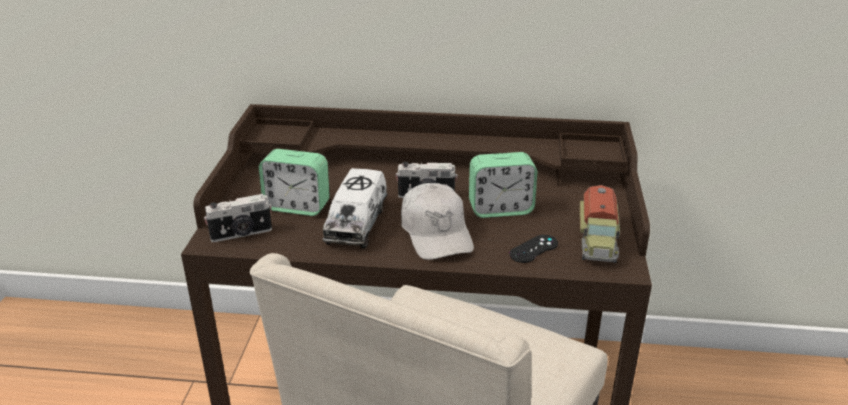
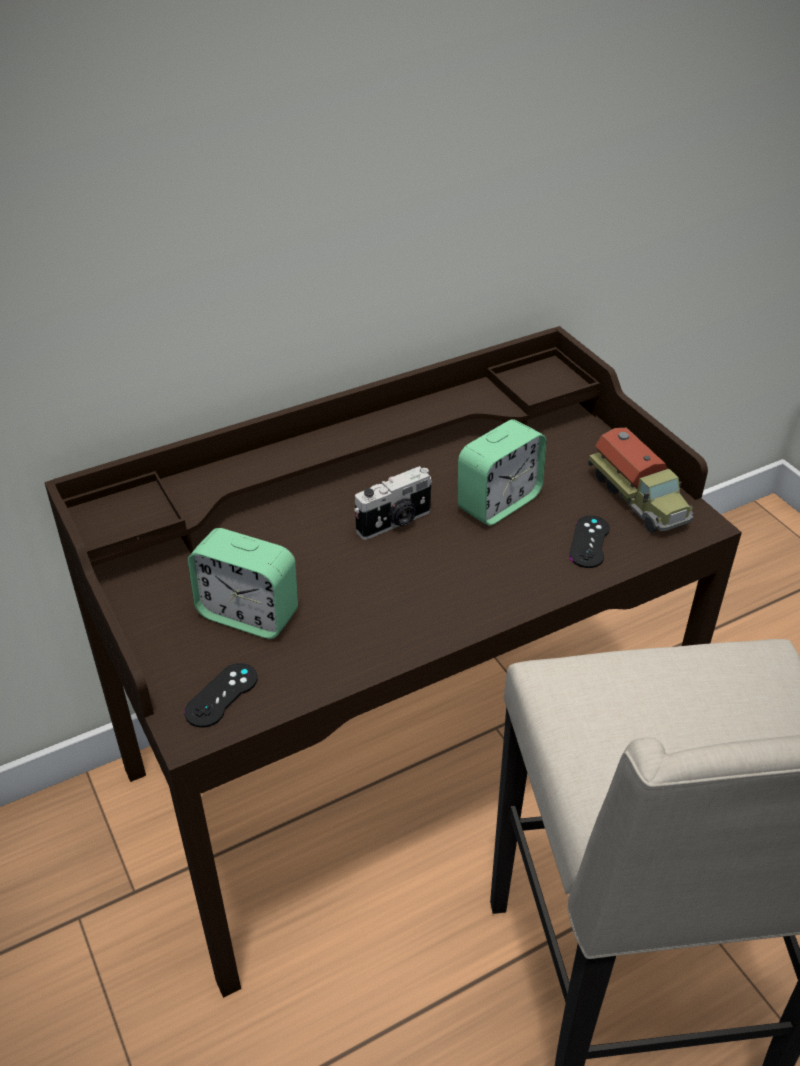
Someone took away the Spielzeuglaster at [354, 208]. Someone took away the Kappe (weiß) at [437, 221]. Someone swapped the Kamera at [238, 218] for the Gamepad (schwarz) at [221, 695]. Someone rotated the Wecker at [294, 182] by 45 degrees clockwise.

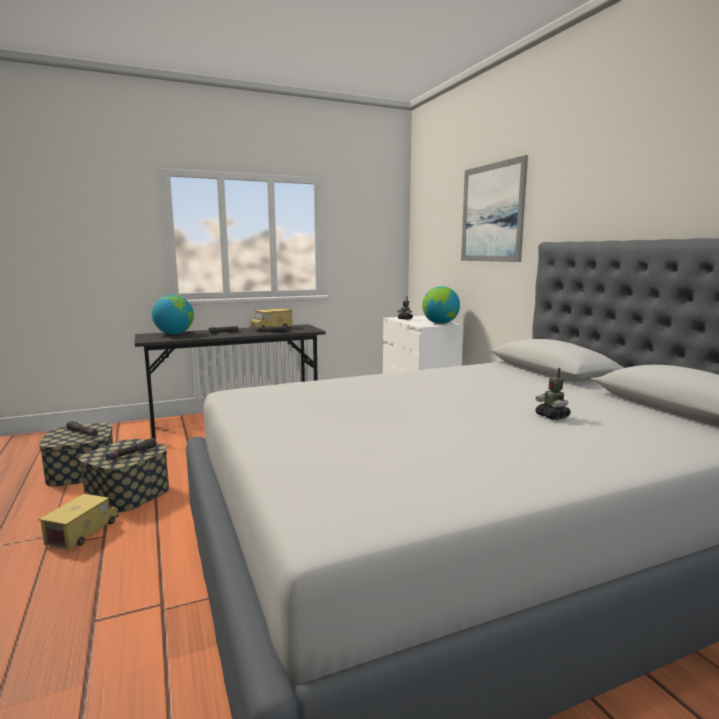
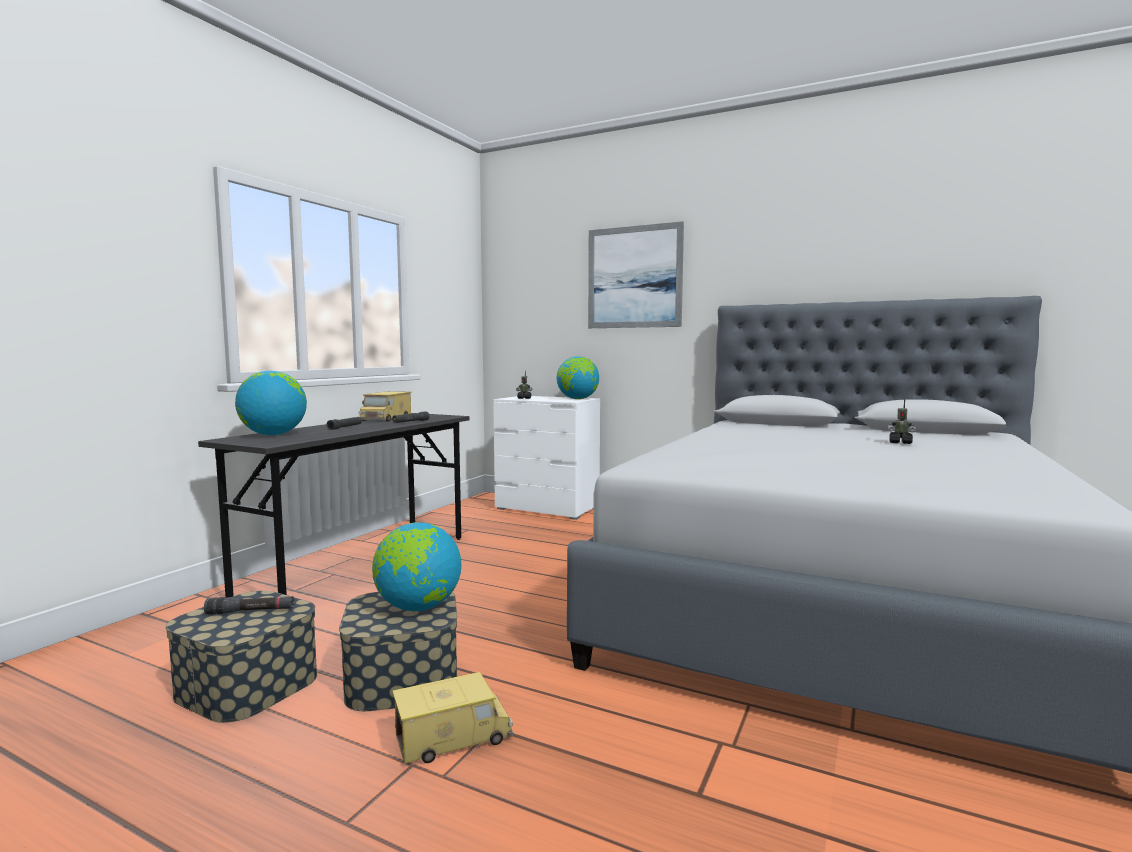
Someone swapped the Taschenlampe (schwarz) at [131, 449] for the Globus at [416, 566]. Someone rotated the Spielzeuglaster at [78, 522] by 90 degrees clockwise.

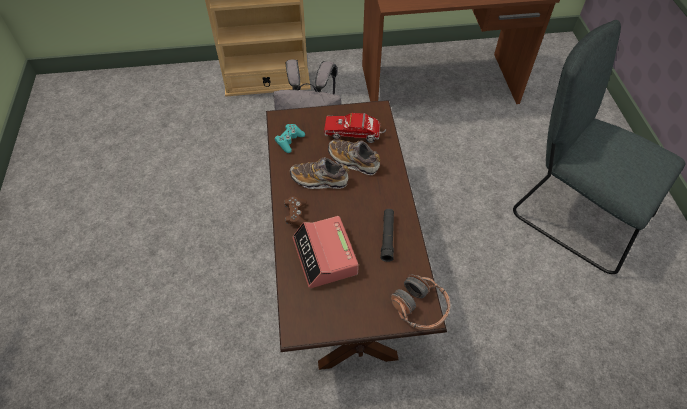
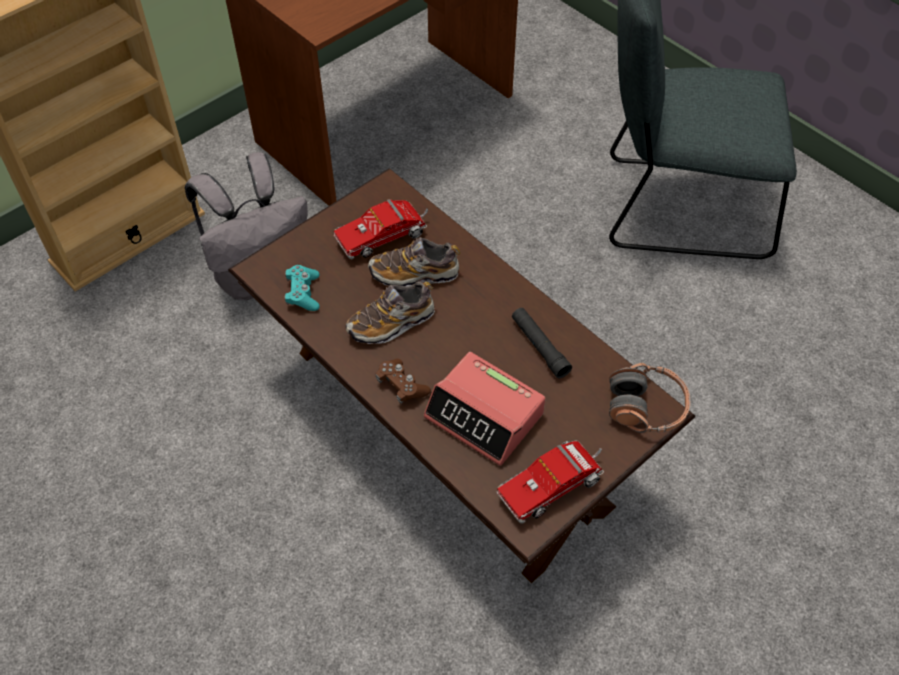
Someone put down the Spielzeuglaster at [550, 482].

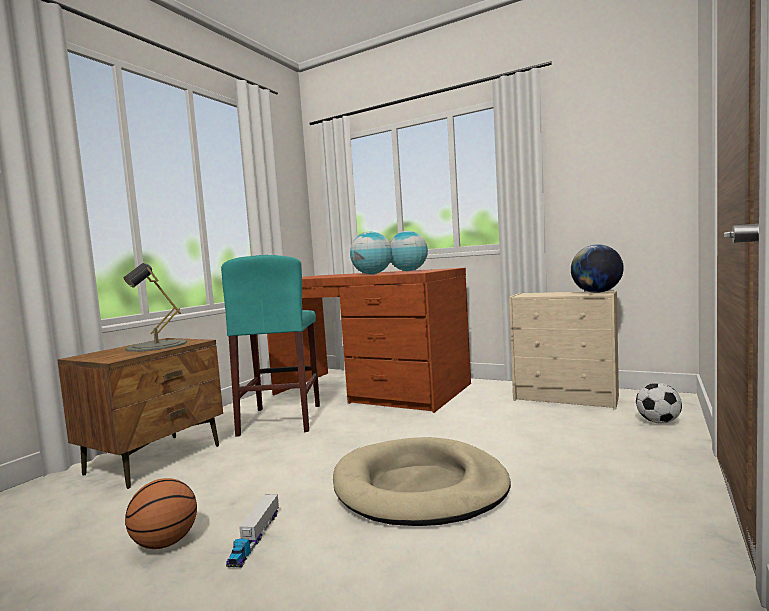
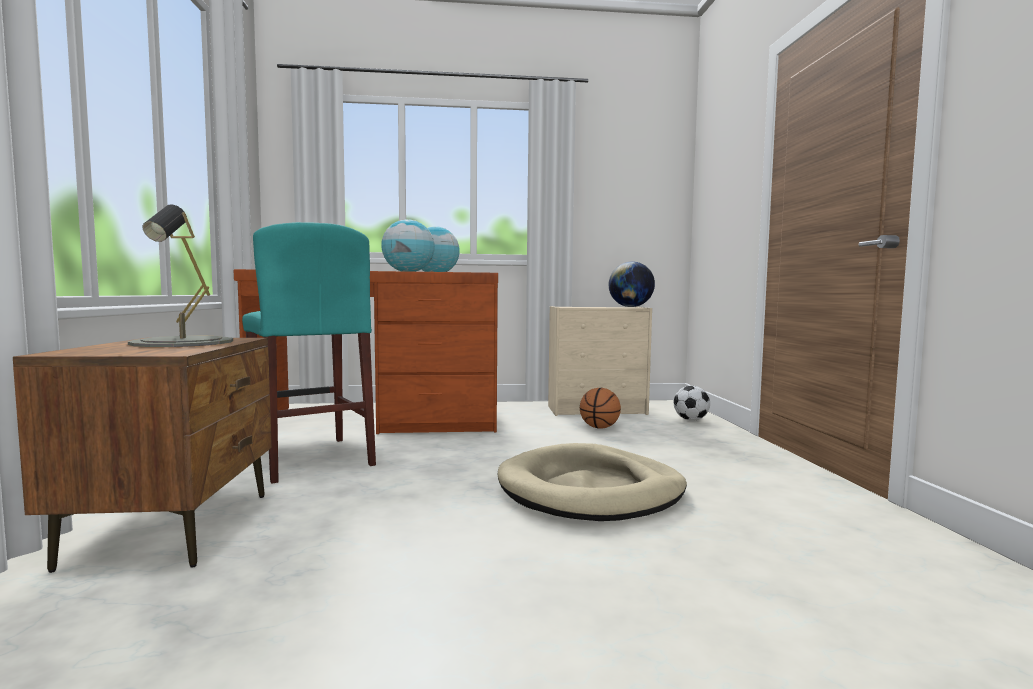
Someone took away the Spielzeuglaster at [252, 531]. Someone carried the Basketball from [161, 513] to [600, 408].

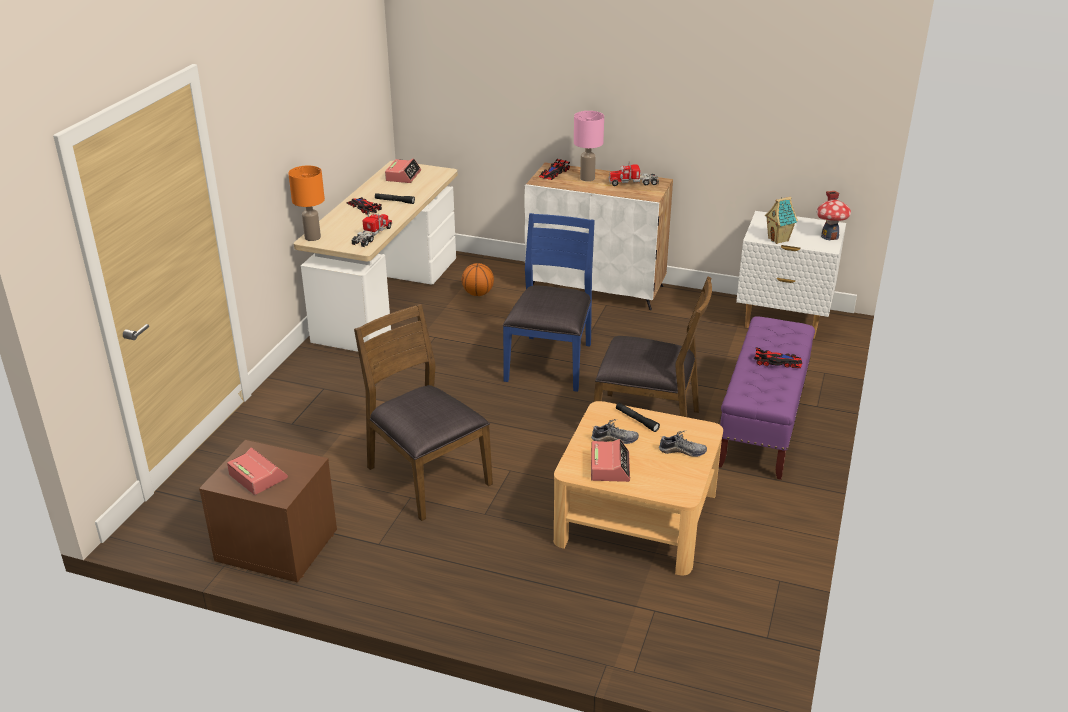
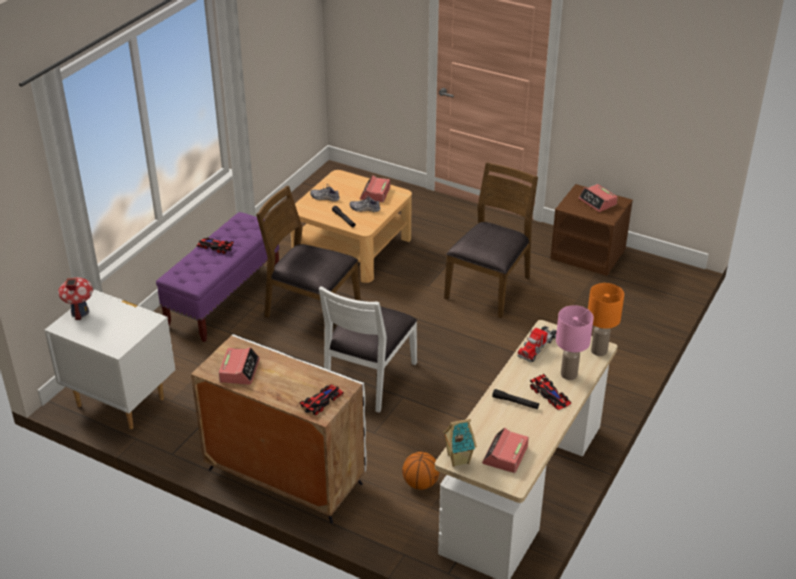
Someone carried the Tischlampe (rosa) from [589, 146] to [575, 342]. Someone carried the Spielzeughaus from [781, 220] to [460, 443]. Someone swapped the Spielzeuglaster at [633, 175] for the Wecker at [239, 366]. Someone repainted the Stuhl (blau) at [549, 302], which became the Stuhl (weiß) at [368, 349]. Someone rotated the Stuhl (braun) at [423, 412] by 120 degrees counterclockwise.

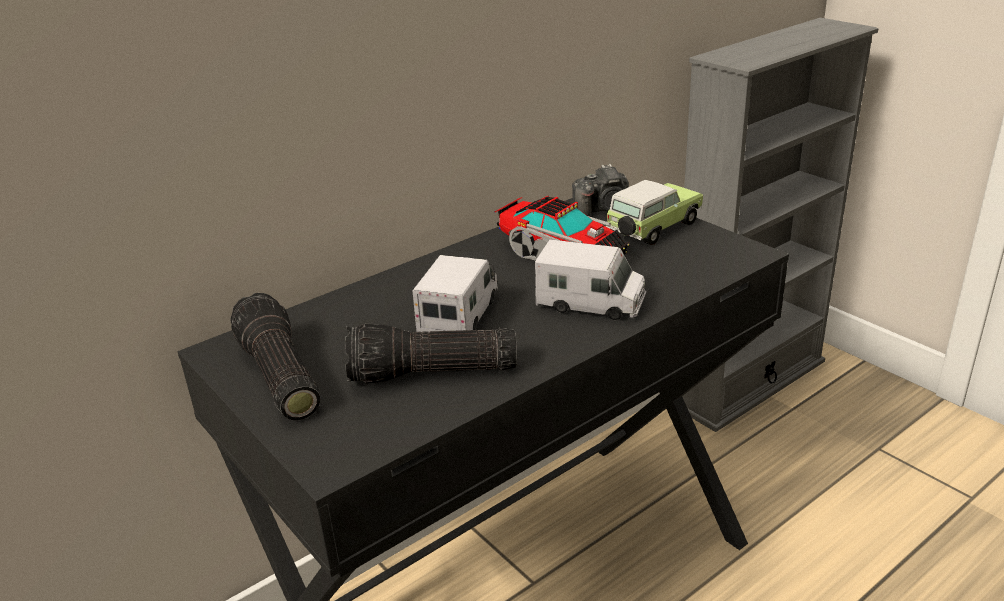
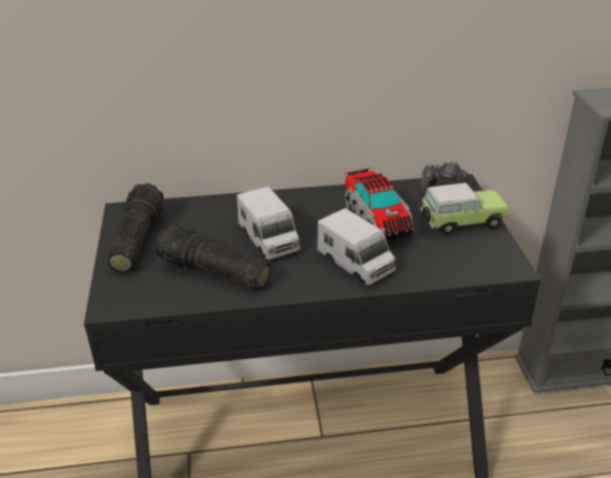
Someone rotated the Spielzeuglaster at [455, 293] by 105 degrees clockwise.

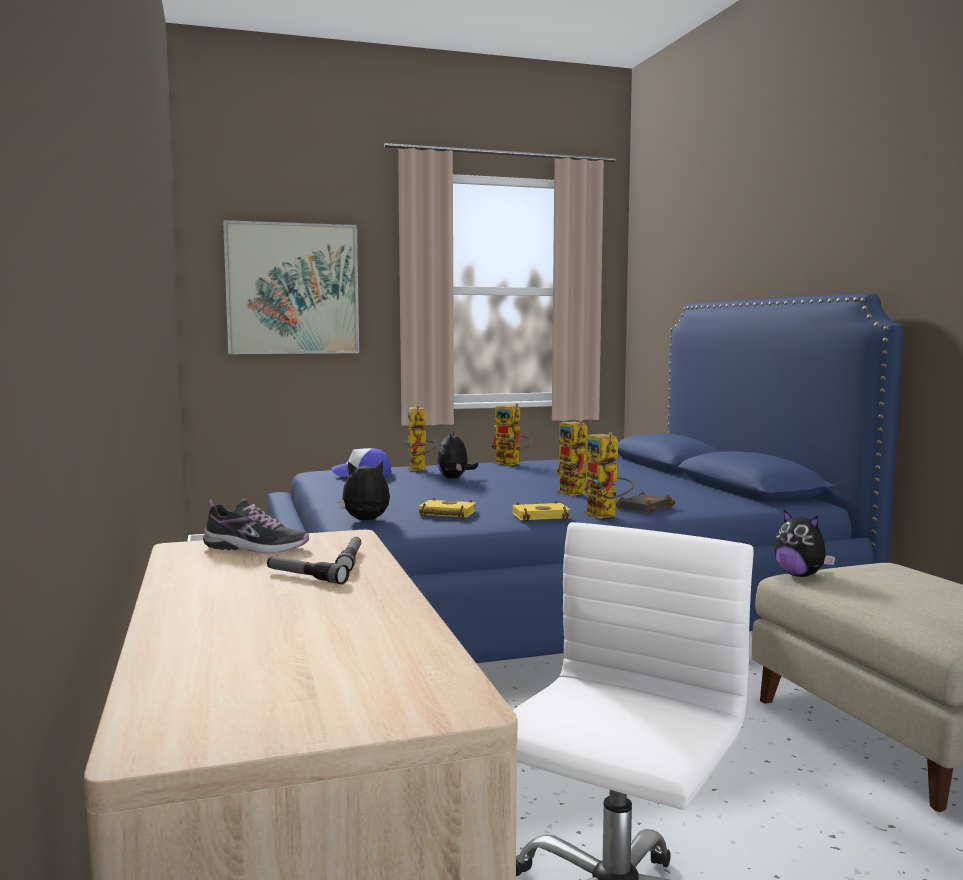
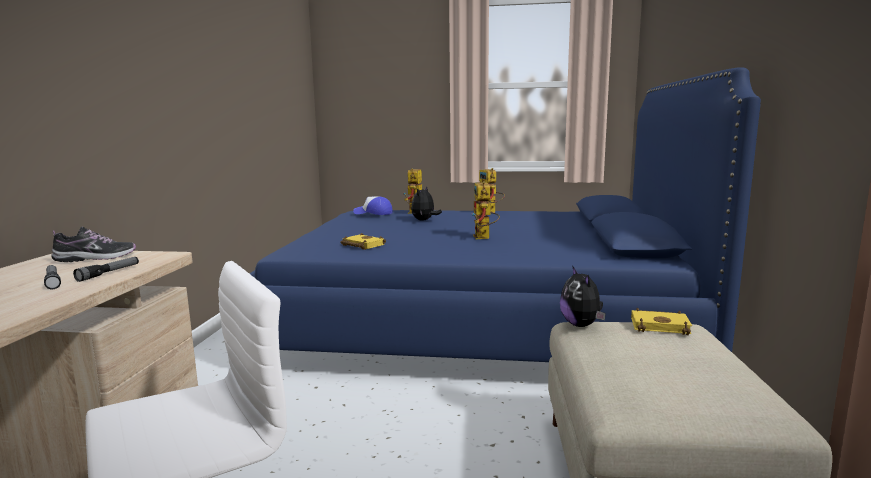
Someone took away the Bild at [291, 287]. Someone took away the Plüschtier at [364, 490]. Someone took away the Spielzeugroboter at [608, 475]. Someone took away the Buch (schwarz) at [646, 503]. Someone carried the Buch (gelb) from [541, 511] to [661, 321]. Someone rotated the Schuh at [256, 526] by 60 degrees counterclockwise.

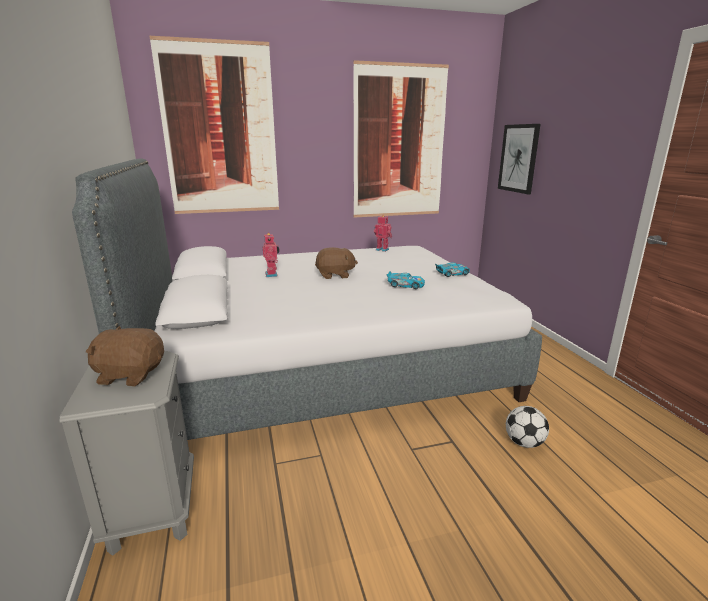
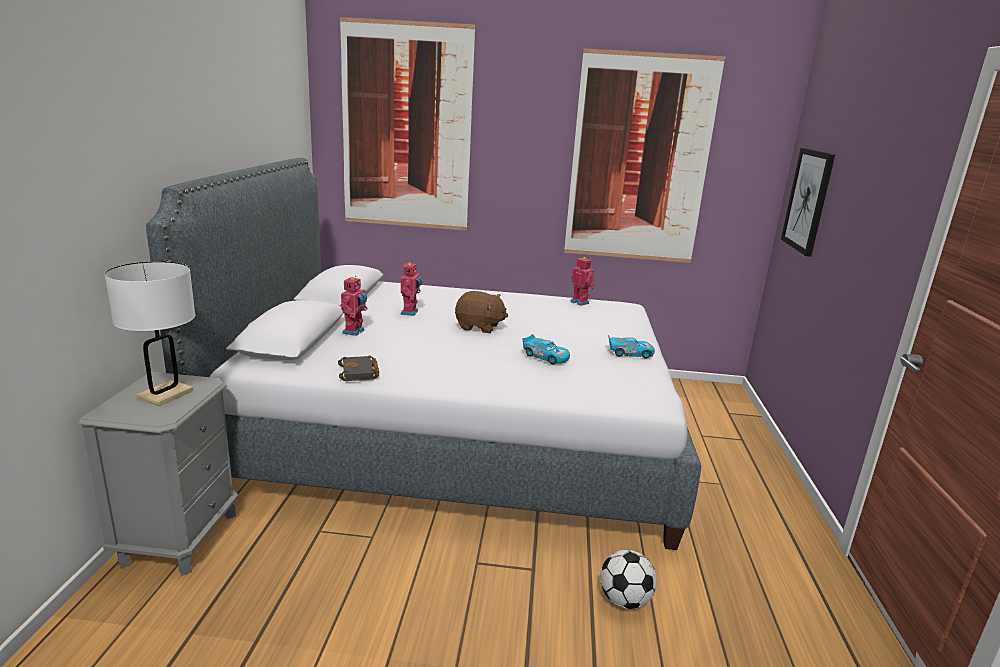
Someone put down the Buch (schwarz) at [358, 368]. Someone put down the Spielzeugroboter at [354, 306]. Someone swapped the Plüschtier (braun) at [125, 356] for the Tischlampe (weiß) at [150, 333].

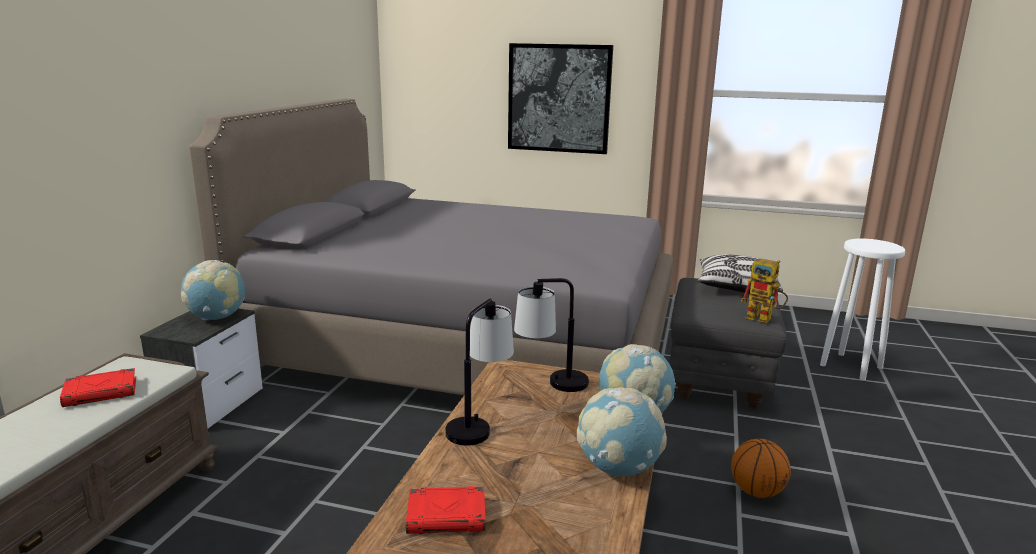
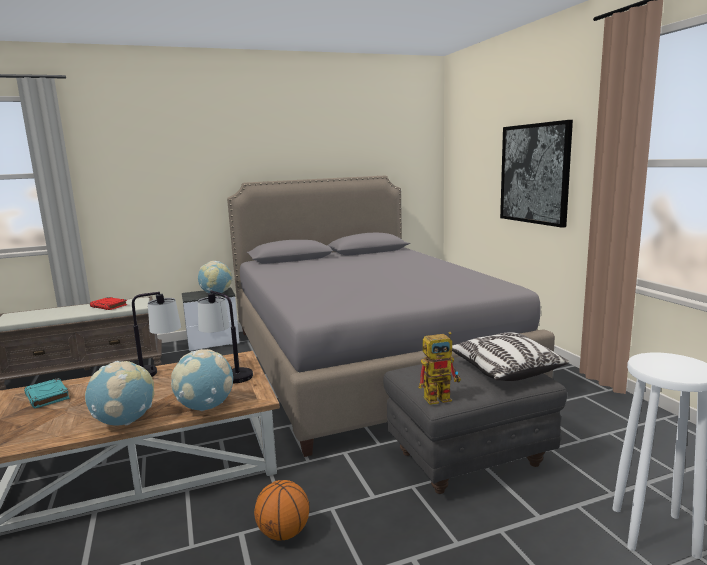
Someone repainted the Buch (rot) at [446, 510], which became the Buch (türkis) at [47, 393]. Someone rotated the Spielzeugroboter at [764, 290] by 105 degrees counterclockwise.

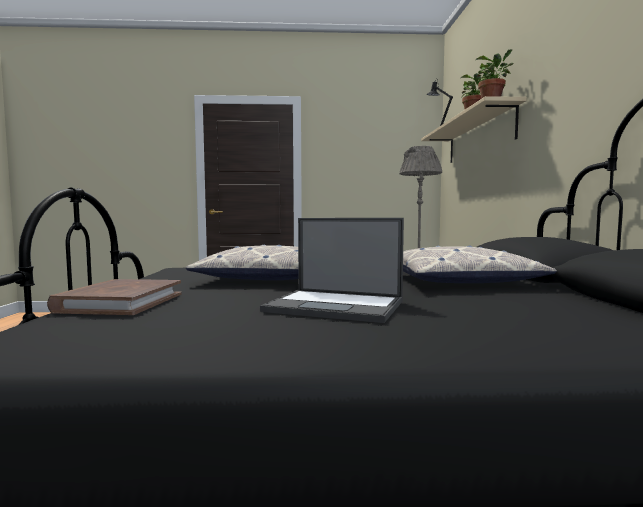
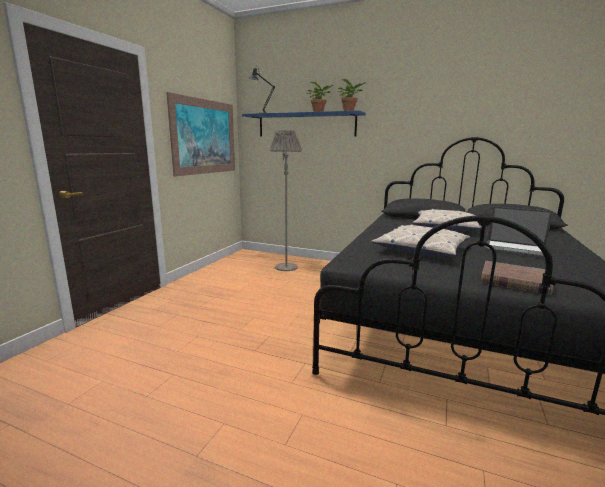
Someone put up the Bild at [200, 134]. Someone repainted the Wandregal (beige) at [474, 129], which became the Wandregal (blau) at [304, 123]. Someone rotated the Laptop at [332, 270] by 75 degrees clockwise.

